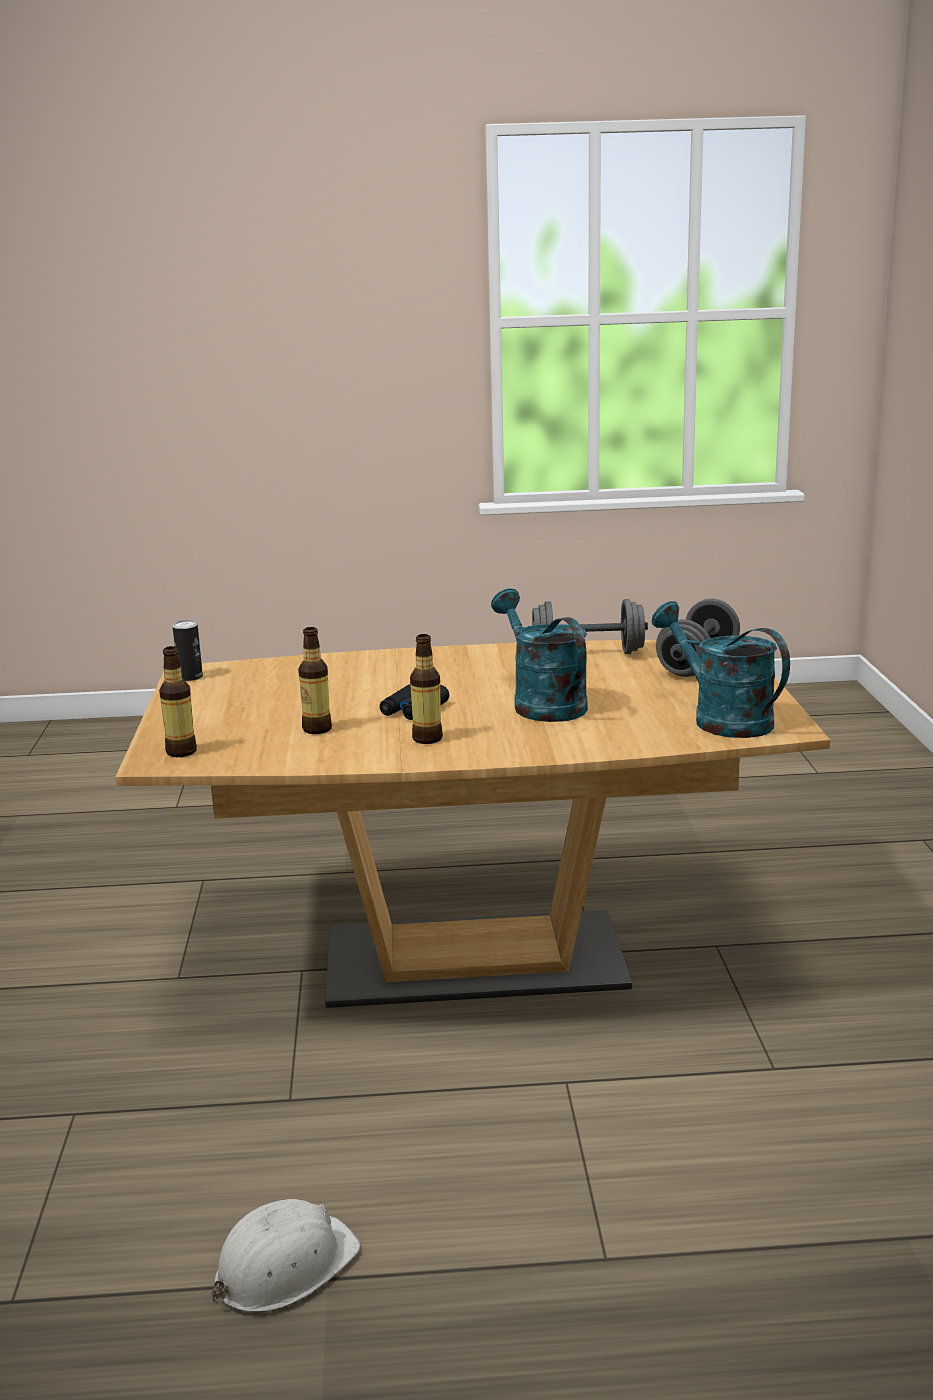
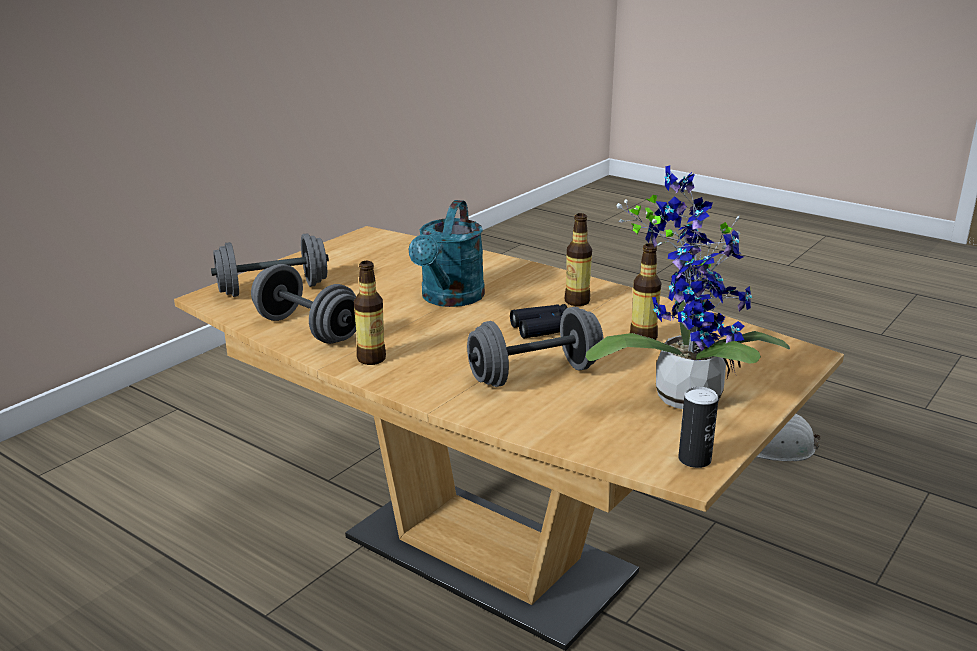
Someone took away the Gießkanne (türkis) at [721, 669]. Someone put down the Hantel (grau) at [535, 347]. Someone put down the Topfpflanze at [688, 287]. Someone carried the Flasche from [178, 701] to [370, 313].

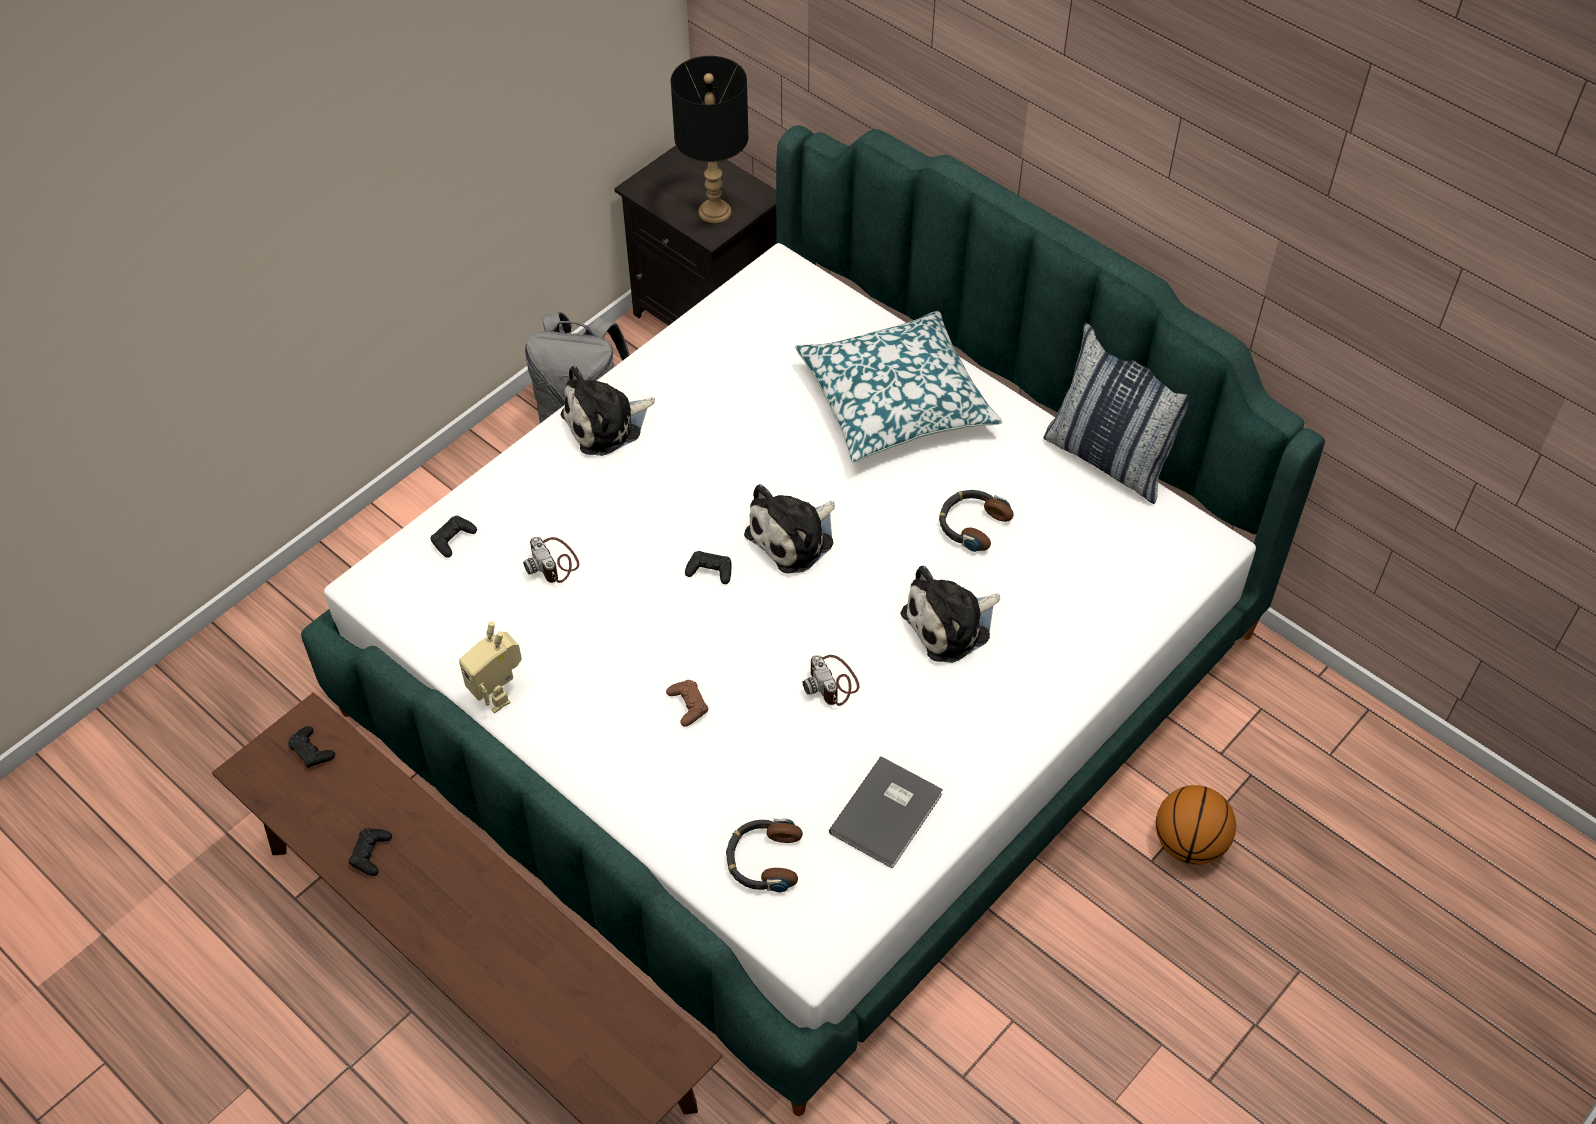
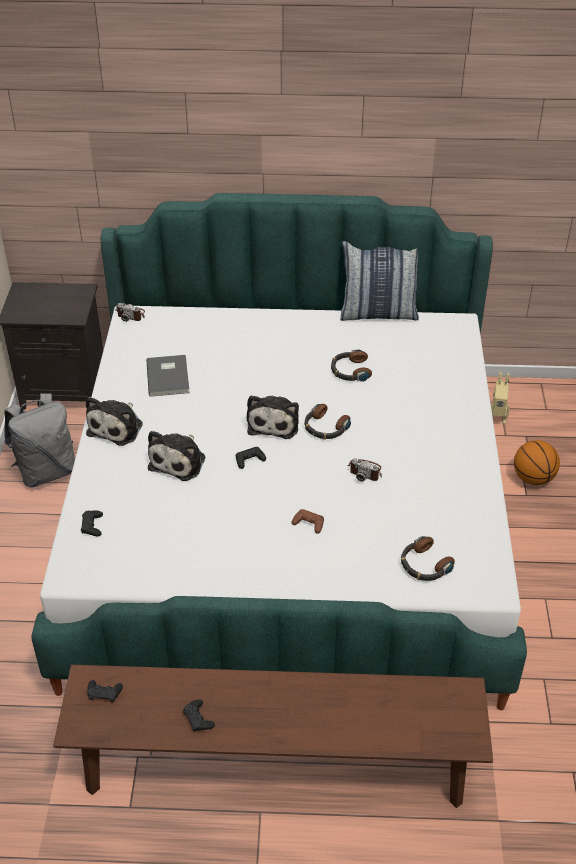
Someone took away the Tischlampe (schwarz) at [710, 139]. Someone took away the Kissen at [898, 386]. Someone put down the Kopfhörer at [327, 422]. Someone carried the Spielzeugroboter from [490, 667] to [500, 398]. Someone carried the Kamera from [551, 560] to [130, 312]. Someone carried the Buch (grau) from [886, 812] to [168, 376]. Someone carried the Plüschtier from [950, 614] to [176, 456].

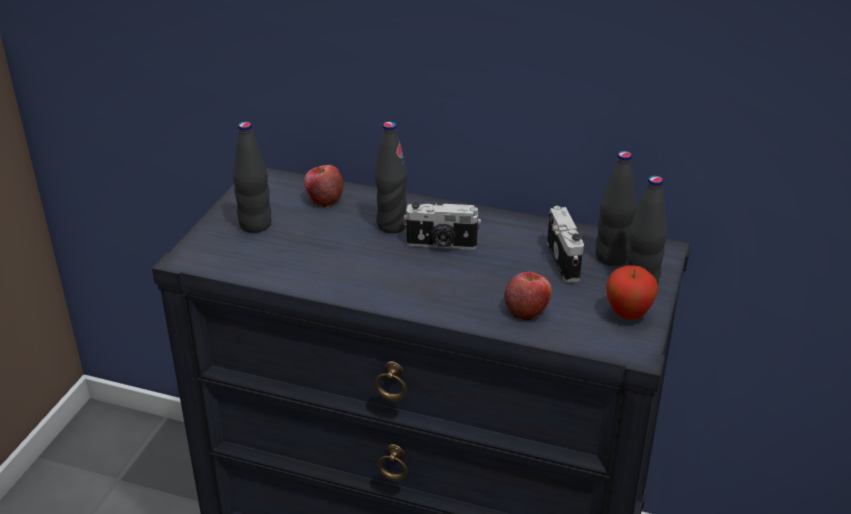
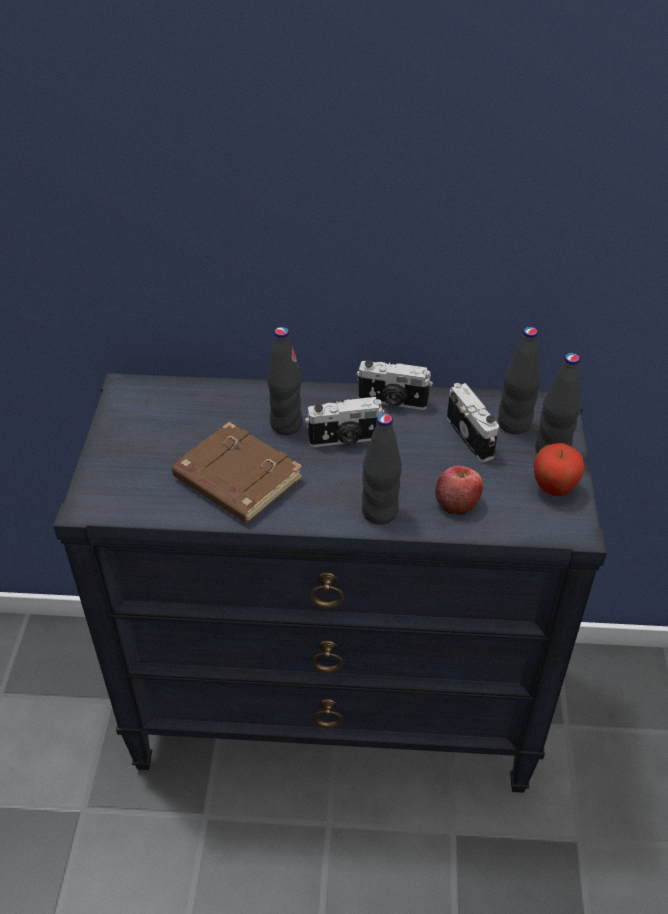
Someone took away the Apfel at [323, 186]. Someone put down the Buch (braun) at [237, 472]. Someone put down the Kamera at [394, 385]. Someone carried the Flasche (schwarz) from [252, 177] to [382, 468].

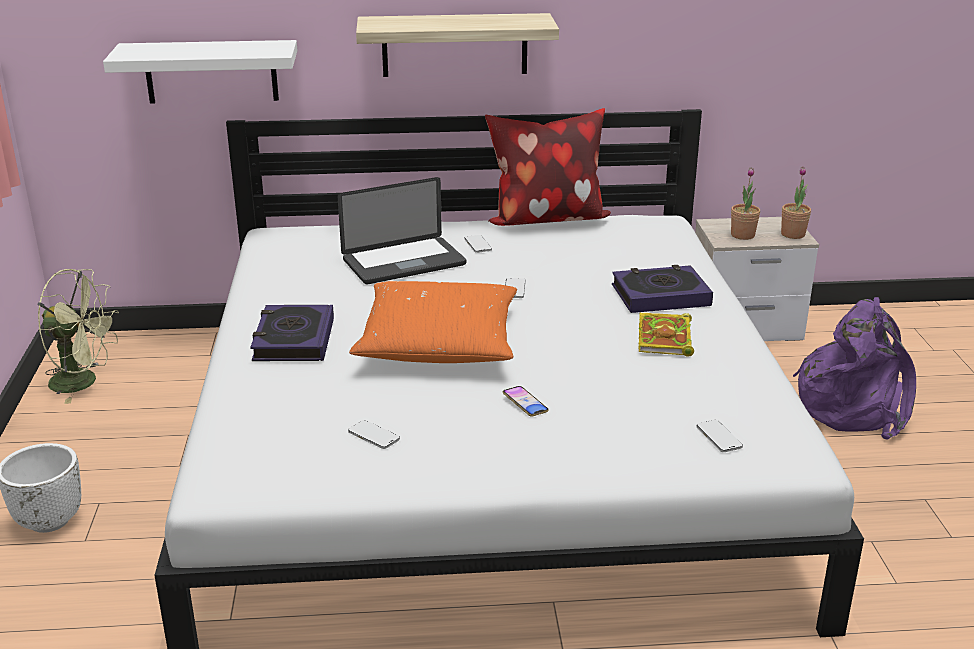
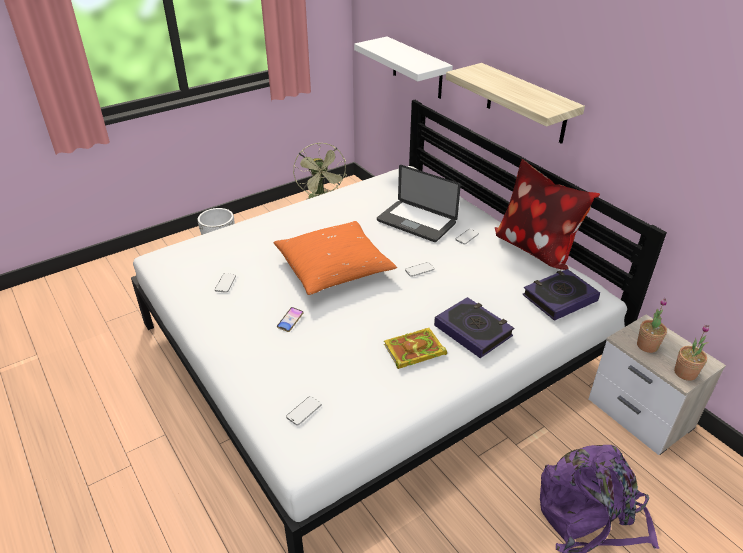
Someone carried the Buch from [292, 333] to [561, 295].

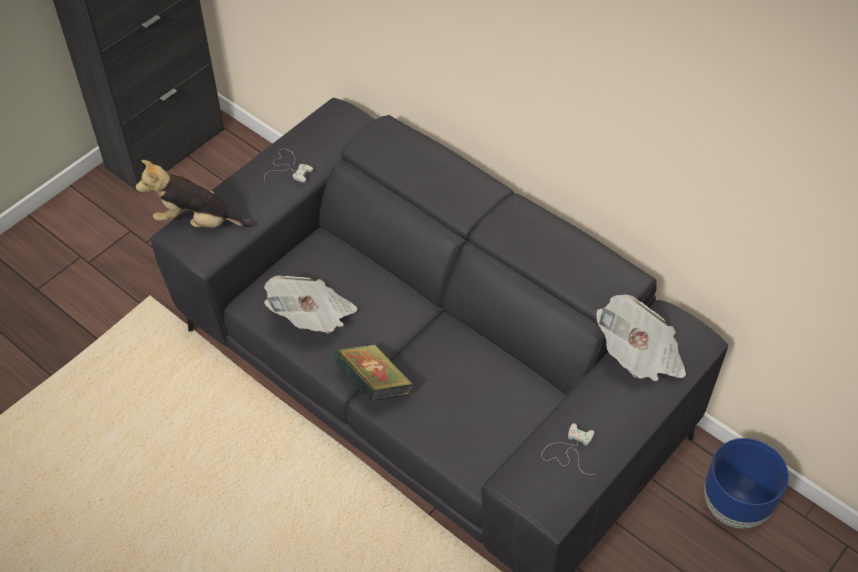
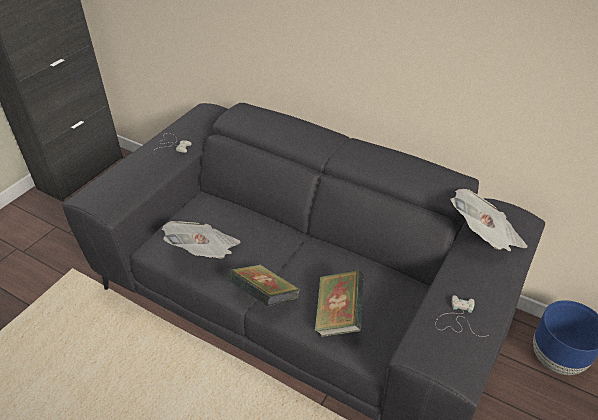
Someone took away the Plüschtier at [195, 194]. Someone put down the Buch at [339, 303].

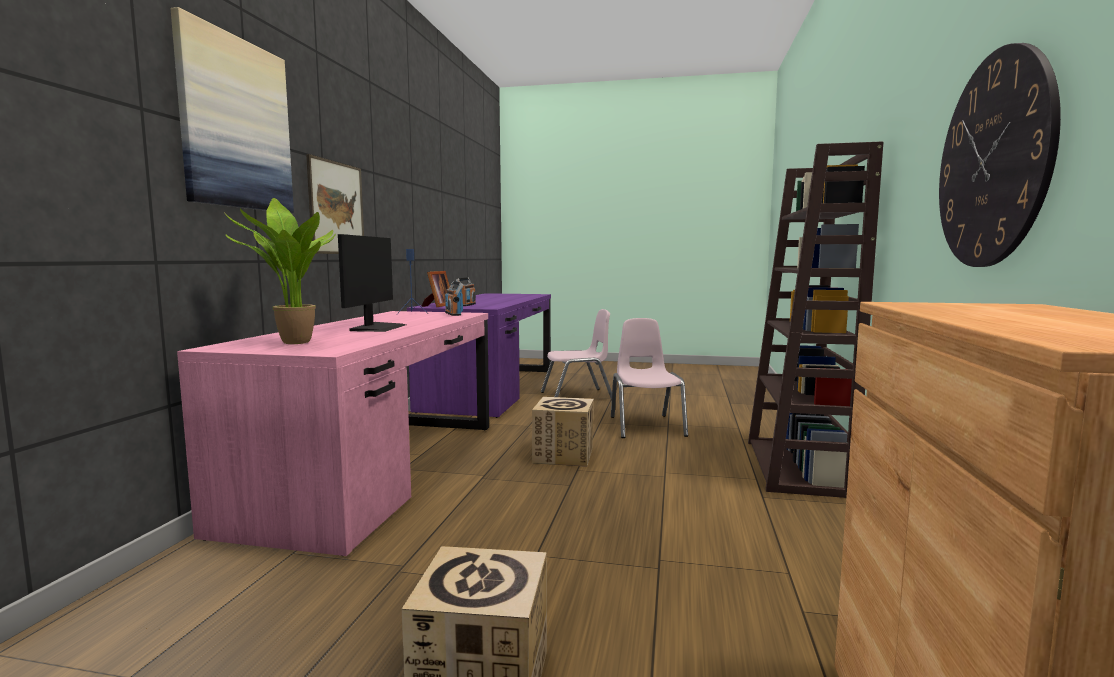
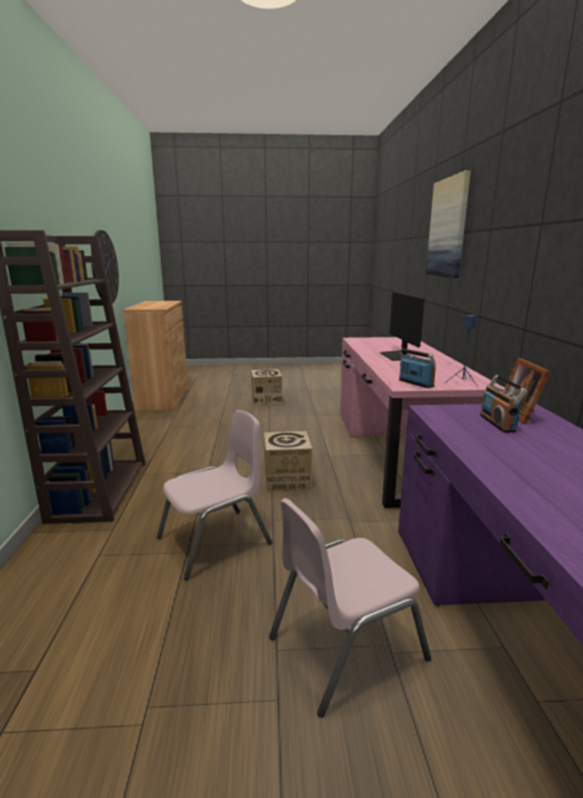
Someone took away the Topfpflanze at [280, 271]. Someone took away the Bild at [335, 204]. Someone rotated the Stuhl (rosa) at [649, 378] by 105 degrees counterclockwise.

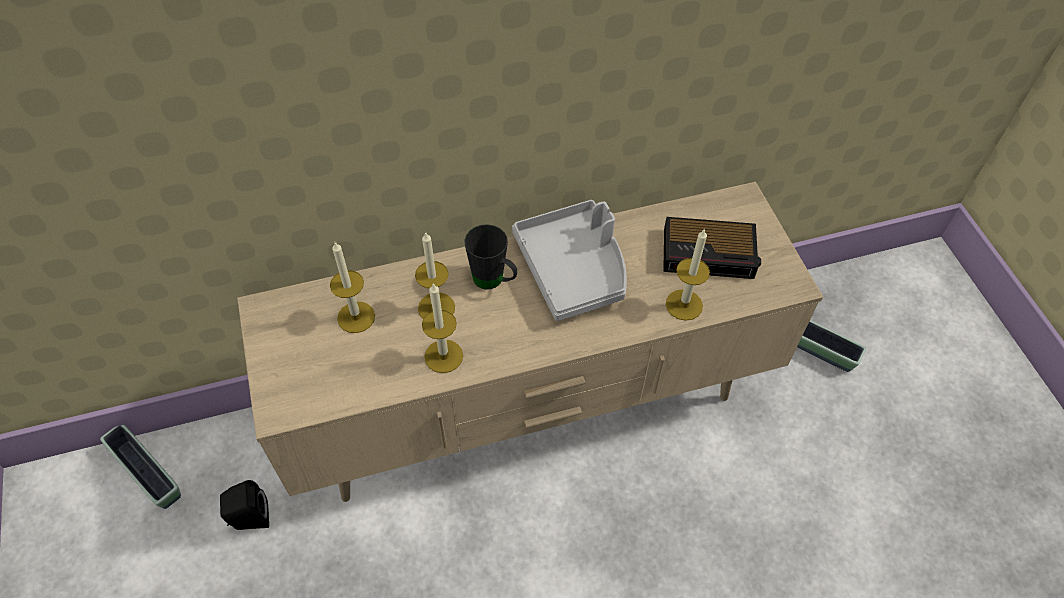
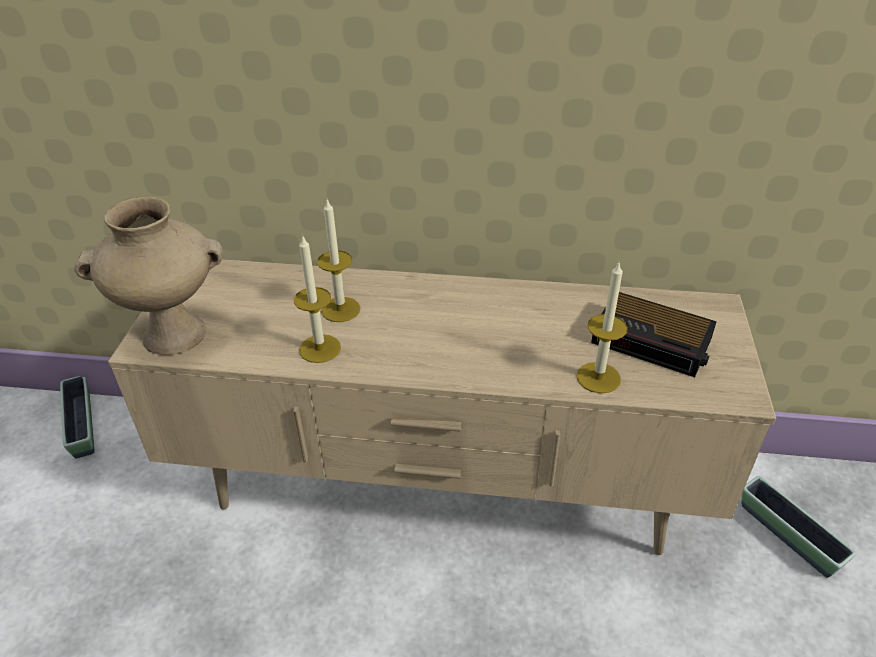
Someone took away the Lautsprecher (schwarz) at [244, 505]. Someone took away the Kerze at [352, 287]. Someone took away the Henkelbecher (schwarz) at [490, 257]. Someone took away the Tablett (grau) at [569, 260]. Someone put down the Vase (beige) at [148, 276].

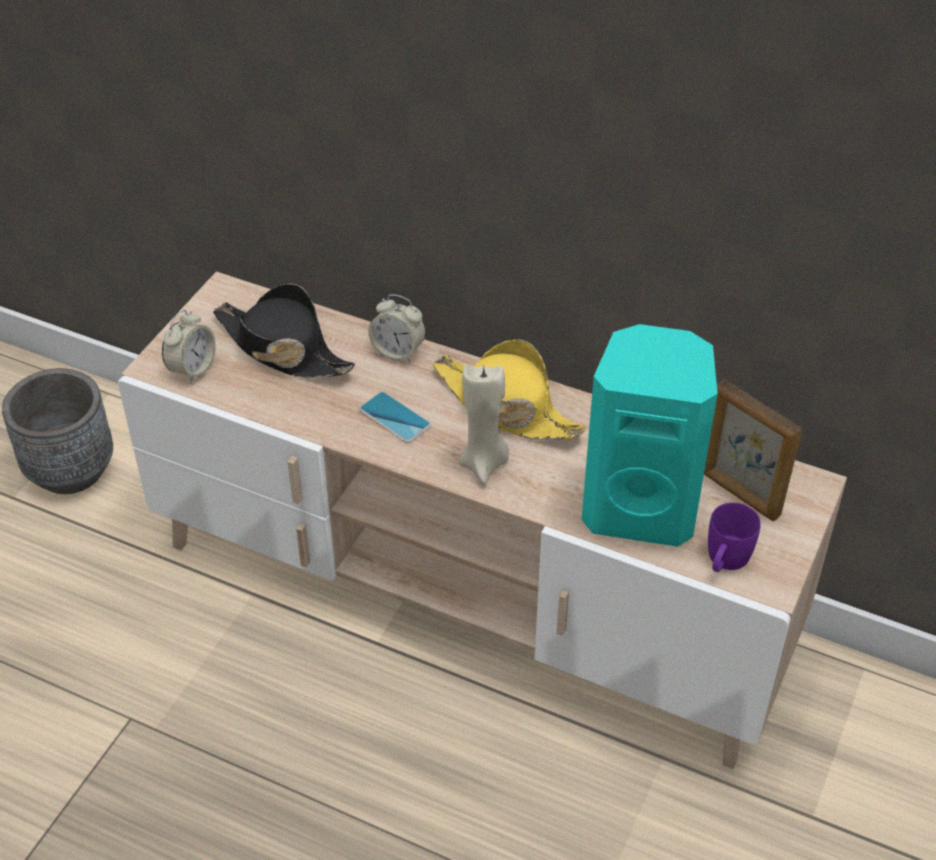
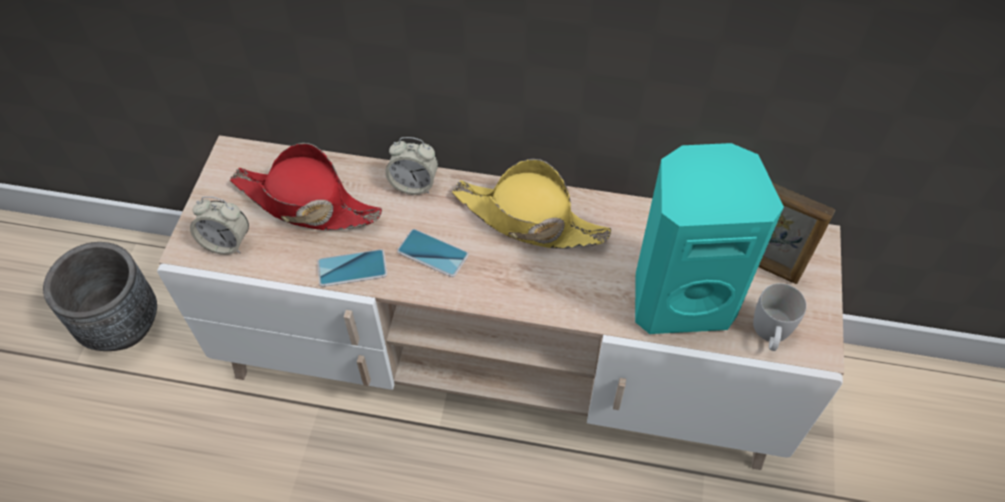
Someone took away the Kerze (beige) at [484, 425]. Someone put down the Handy at [352, 268]. Someone repainted the Hut (schwarz) at [284, 330], which became the Hut (rot) at [306, 186]. Someone repainted the Henkelbecher (lila) at [734, 537], which became the Henkelbecher (weiß) at [780, 317]. Someone rotated the Wecker at [189, 346] by 90 degrees clockwise.

